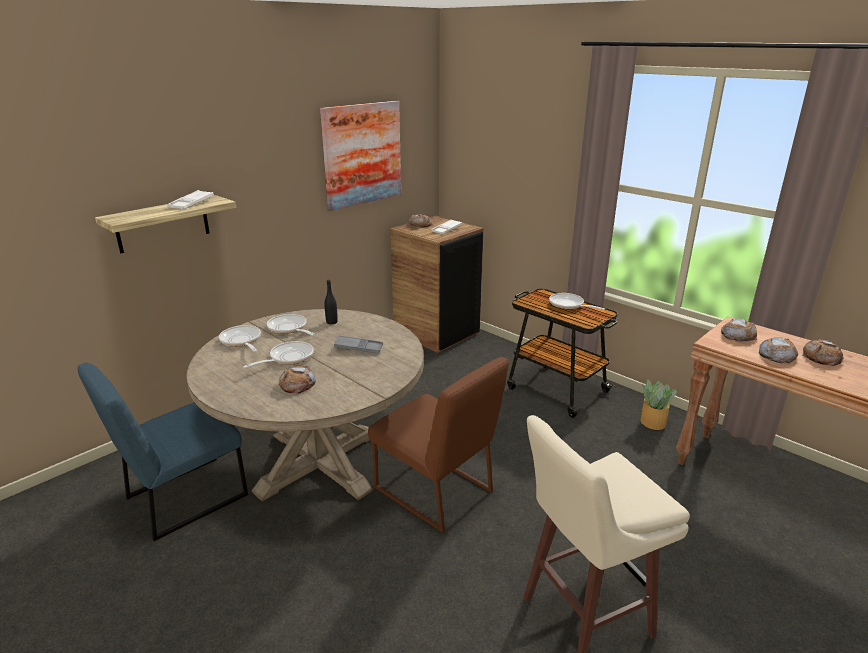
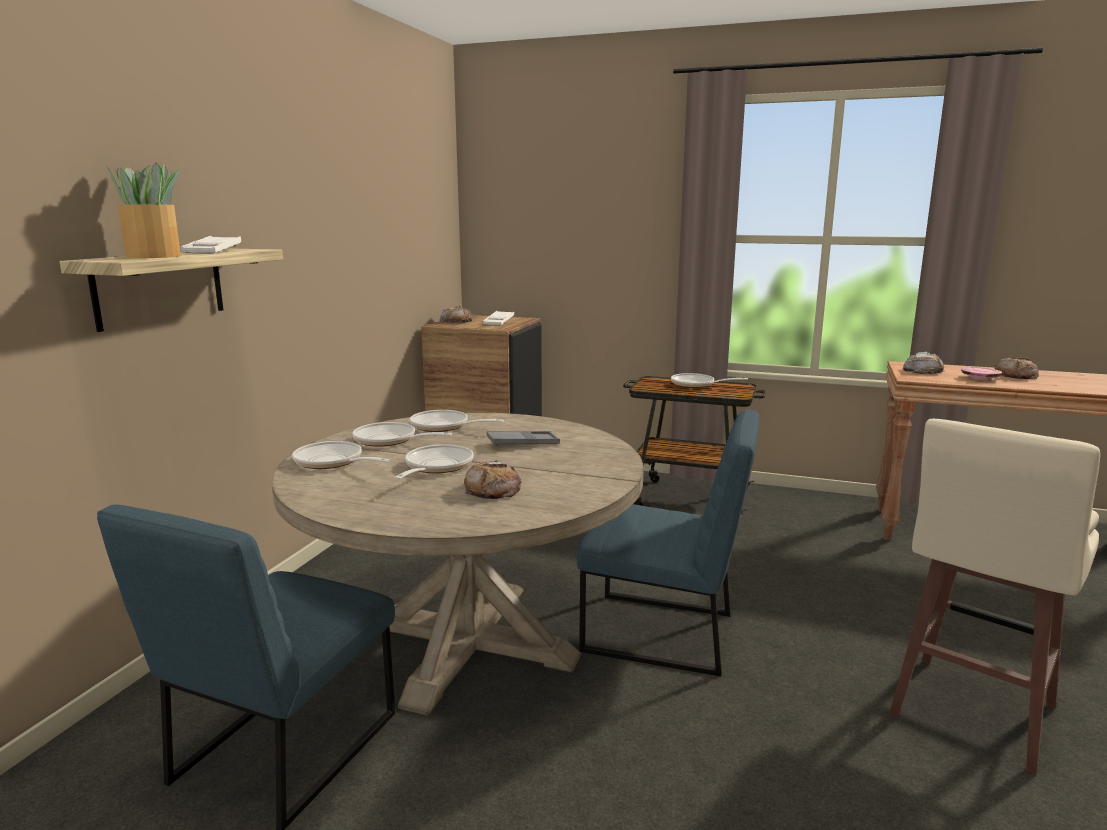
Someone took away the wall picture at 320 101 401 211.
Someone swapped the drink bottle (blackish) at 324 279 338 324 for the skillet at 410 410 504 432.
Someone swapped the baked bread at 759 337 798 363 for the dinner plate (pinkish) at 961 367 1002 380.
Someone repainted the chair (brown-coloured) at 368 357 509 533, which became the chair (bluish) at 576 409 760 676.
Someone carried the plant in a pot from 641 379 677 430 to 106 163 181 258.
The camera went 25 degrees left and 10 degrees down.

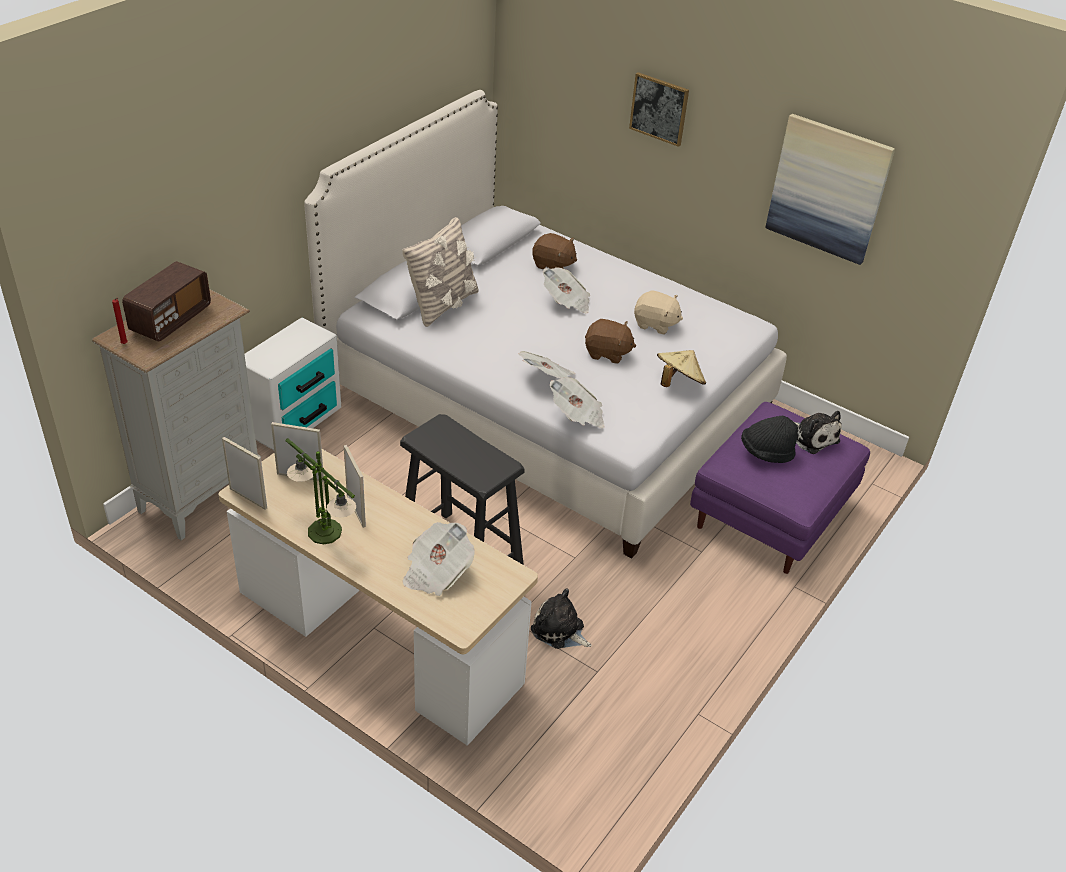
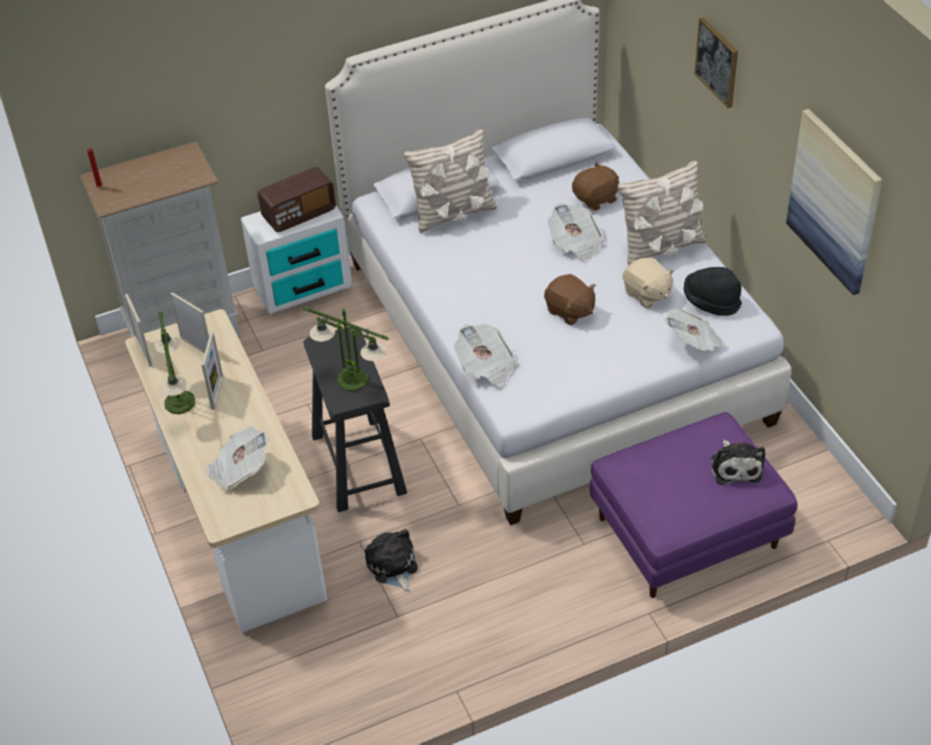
Someone rotated the soft toy (brown-coloured) at 532 233 577 269 by 90 degrees counterclockwise.
Someone carried the radio set from 122 261 211 342 to 258 167 336 232.
Someone took away the wearable hat (beige) at 657 350 706 387.
Someone carried the printed paper from 519 351 575 379 to 664 308 726 351.
Someone carried the wearable hat (blackish) from 741 415 798 463 to 684 267 742 316.
Someone put down the pillow (beige) at 618 161 706 266.
Someone put down the lamp for a table at 303 306 389 391.
The camera went 35 degrees right and 5 degrees up.

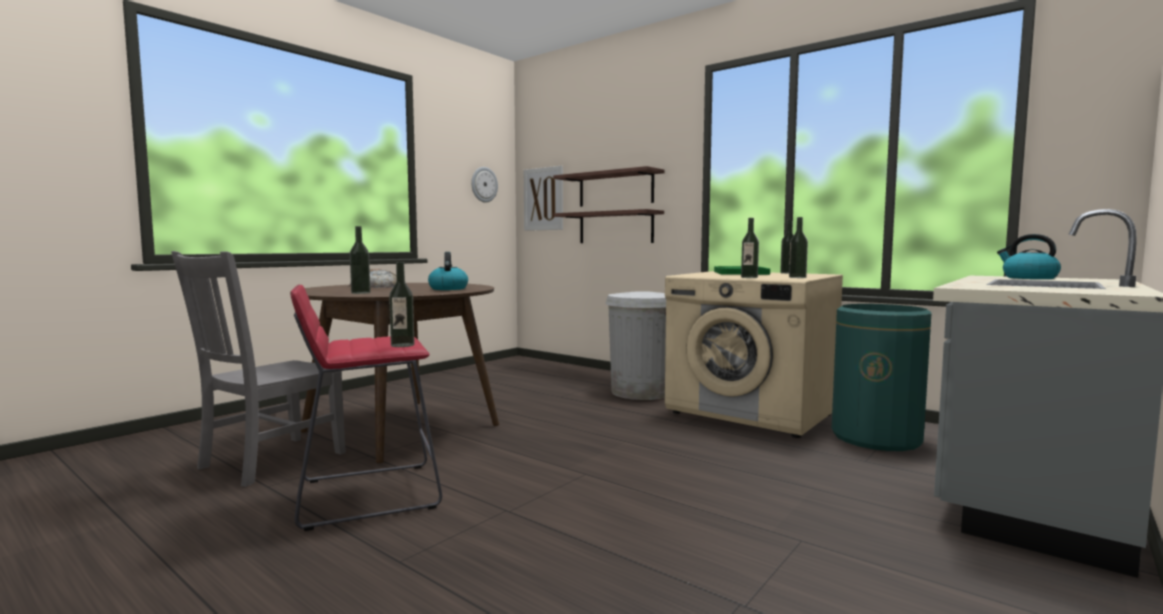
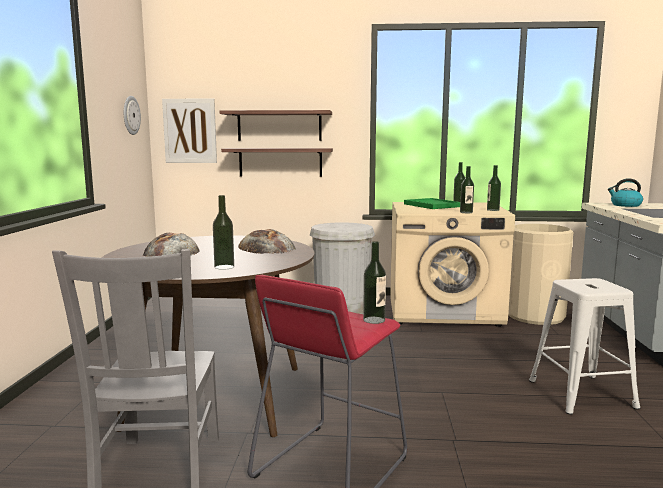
Someone swapped the kettle at 428 252 468 290 for the baked bread at 238 229 296 254.
Someone repainted the rubbish bin (green-coloured) at 832 304 931 451, which became the rubbish bin (beige) at 508 224 573 325.
Someone put down the sitting stool (white-coloured) at 529 278 640 415.
The camera went 35 degrees left and 5 degrees up.

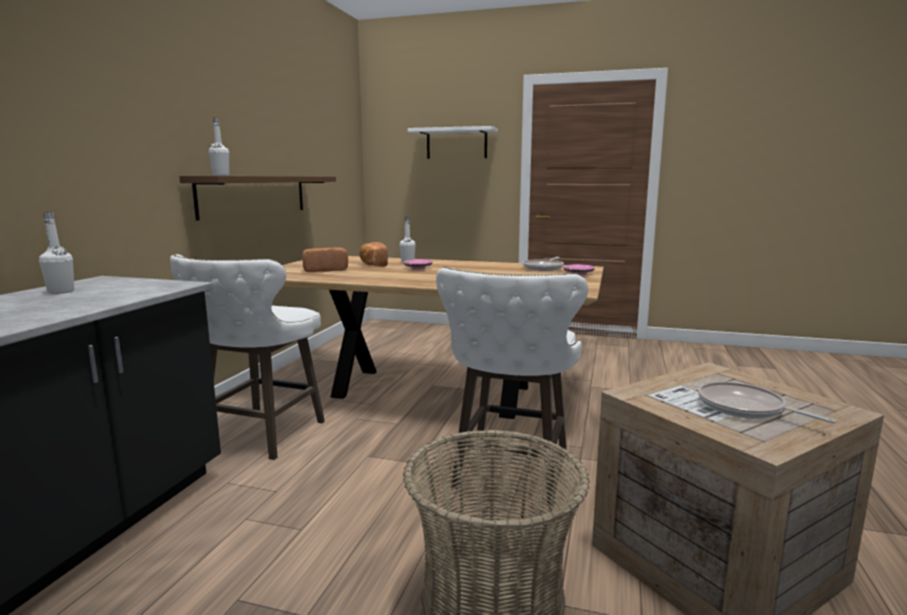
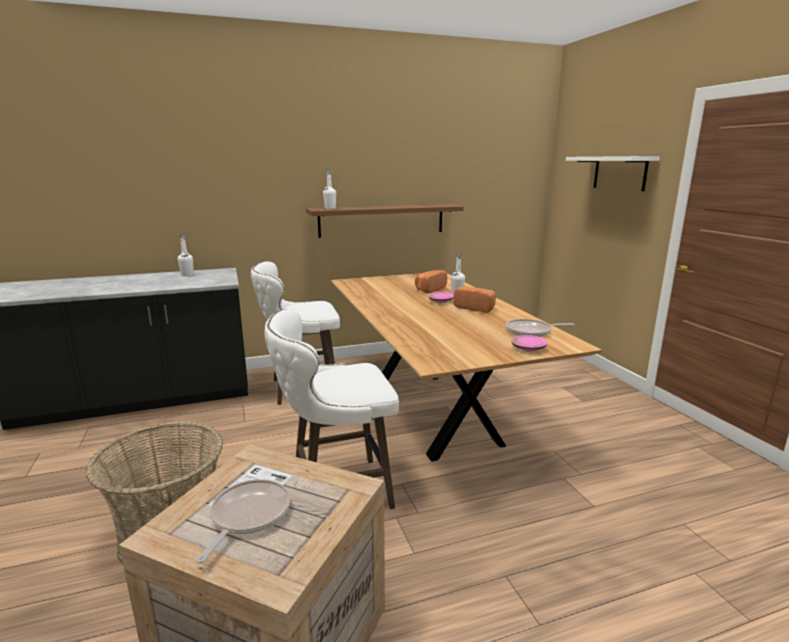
Someone carried the baked bread from 302 247 348 272 to 453 286 496 313.
The camera went 55 degrees right and 5 degrees up.

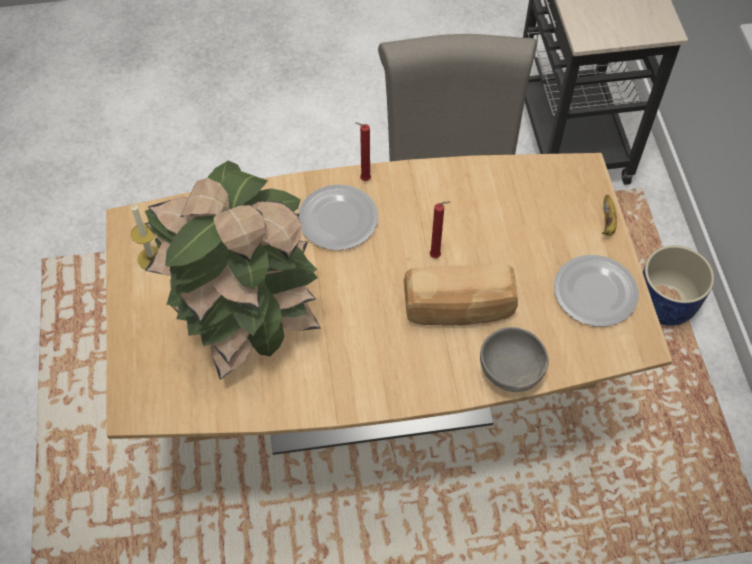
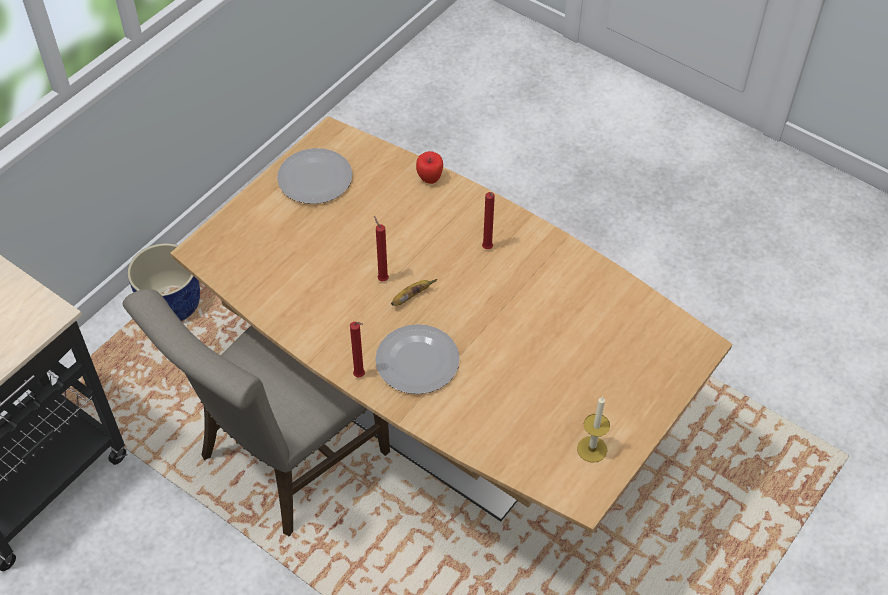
Someone took away the plant in a pot at 145 160 321 380.
Someone carried the banana from 602 195 617 236 to 391 279 437 306.
Someone took away the baked bread at 404 264 518 325.
Someone swapped the bowl (grey) at 480 327 549 392 for the whole apple at 416 151 443 184.
Someone put down the wax candle (red-coloured) at 482 192 495 249.
The camera went 135 degrees left and 5 degrees down.

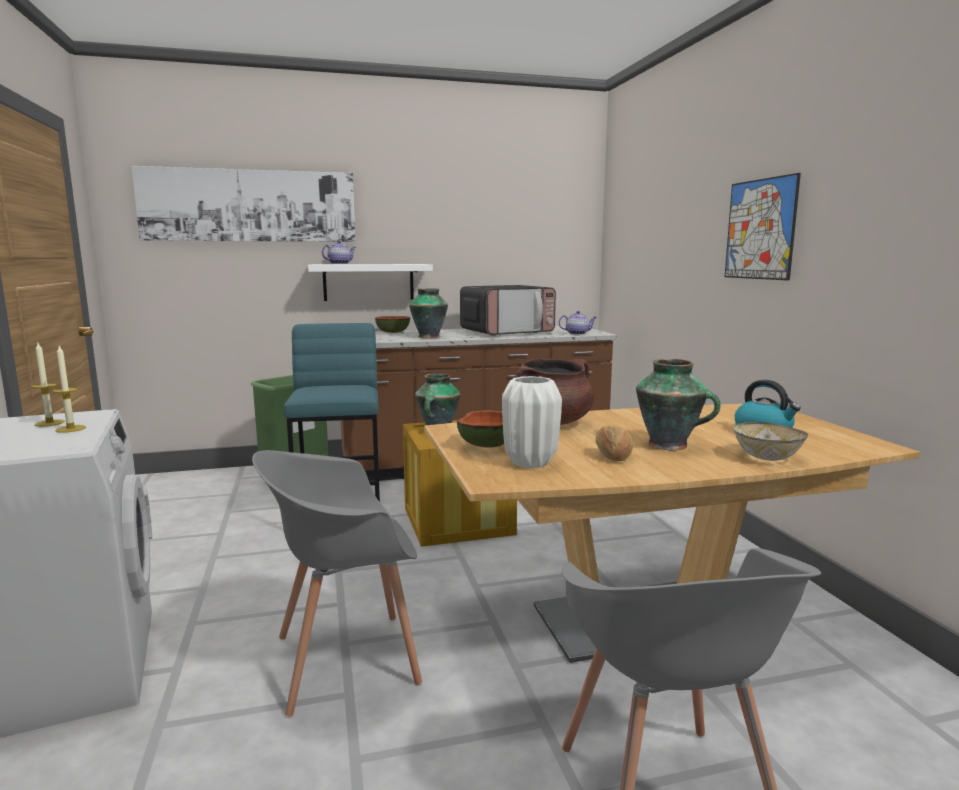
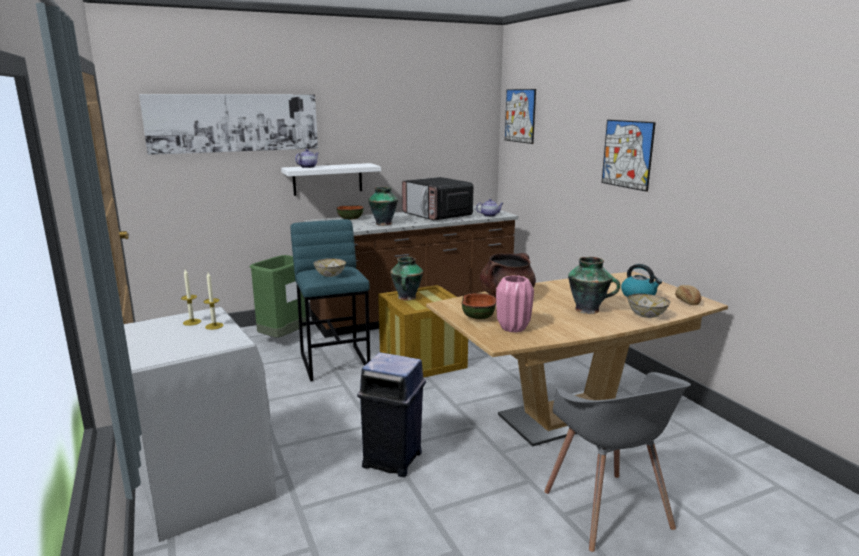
Someone rotated the kitchen microwave at 460 285 556 336 by 90 degrees clockwise.
Someone repainted the decorative vase (white-coloured) at 502 376 562 468, which became the decorative vase (pinkish) at 496 275 534 333.
Someone carried the baked bread from 595 426 633 461 to 675 285 701 305.
Someone swapped the chair (grey) at 252 450 422 716 for the rubbish bin (bluish) at 357 352 426 477.
Someone put up the wall picture at 505 89 536 144.
Someone put down the bowl at 313 258 346 277.
The camera went 10 degrees left and 5 degrees up.

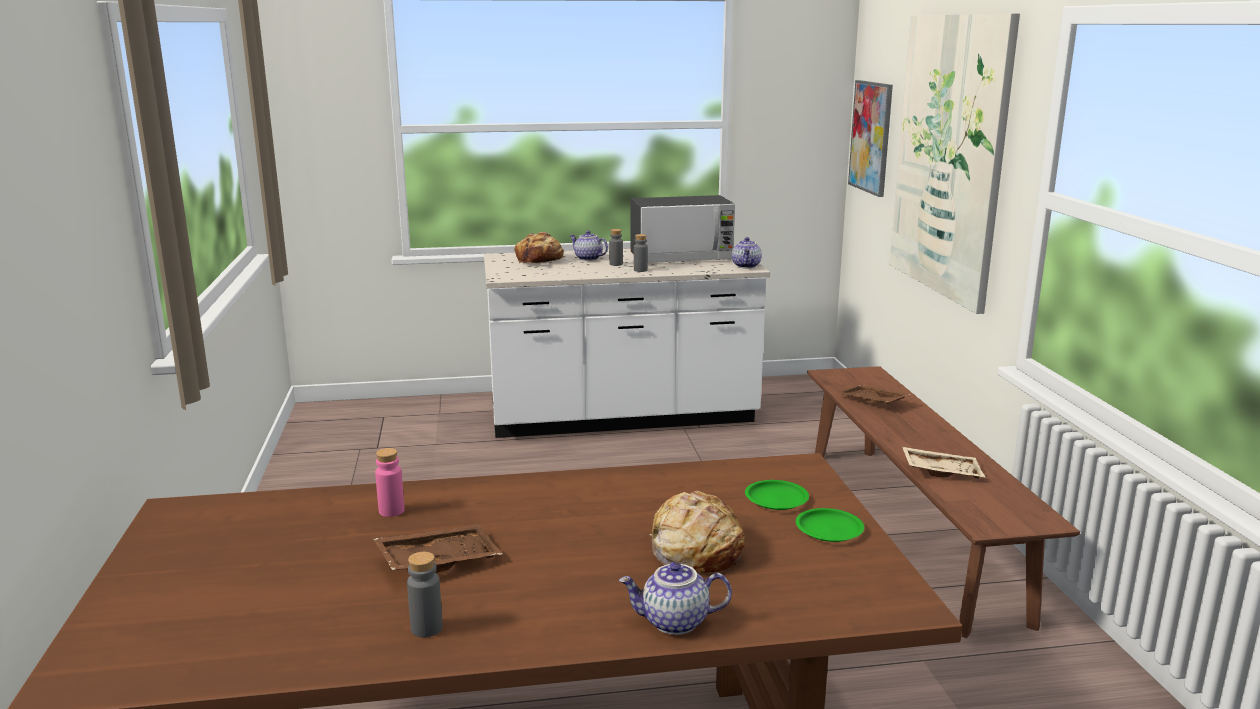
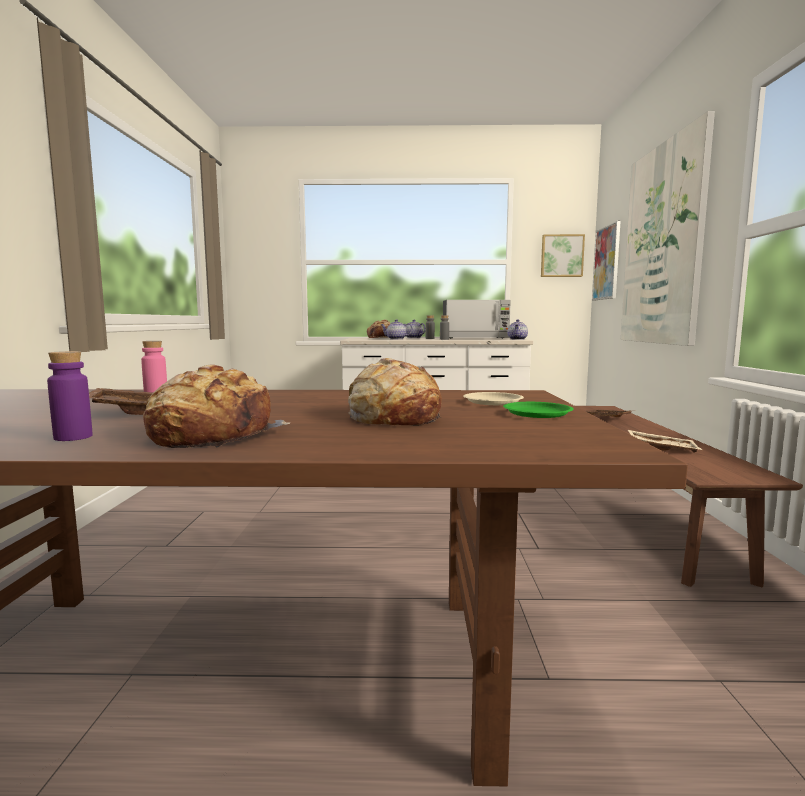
Someone repainted the dinner plate (green-coloured) at 745 480 809 510, which became the dinner plate (beige) at 463 392 524 405.
Someone repainted the drink bottle (grey) at 407 552 443 638, which became the drink bottle (purple-coloured) at 47 351 92 441.
Someone carried the pot for tea from 619 562 732 635 to 381 319 413 339.
Someone put up the wall picture at 541 234 585 277.
Someone put down the baked bread at 143 365 291 448.
The camera went 10 degrees right and 10 degrees down.

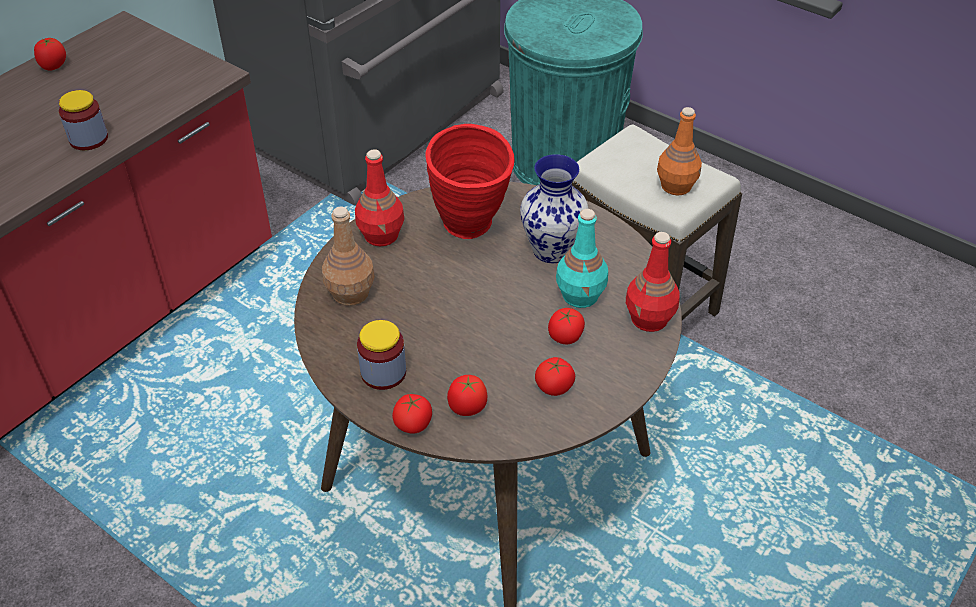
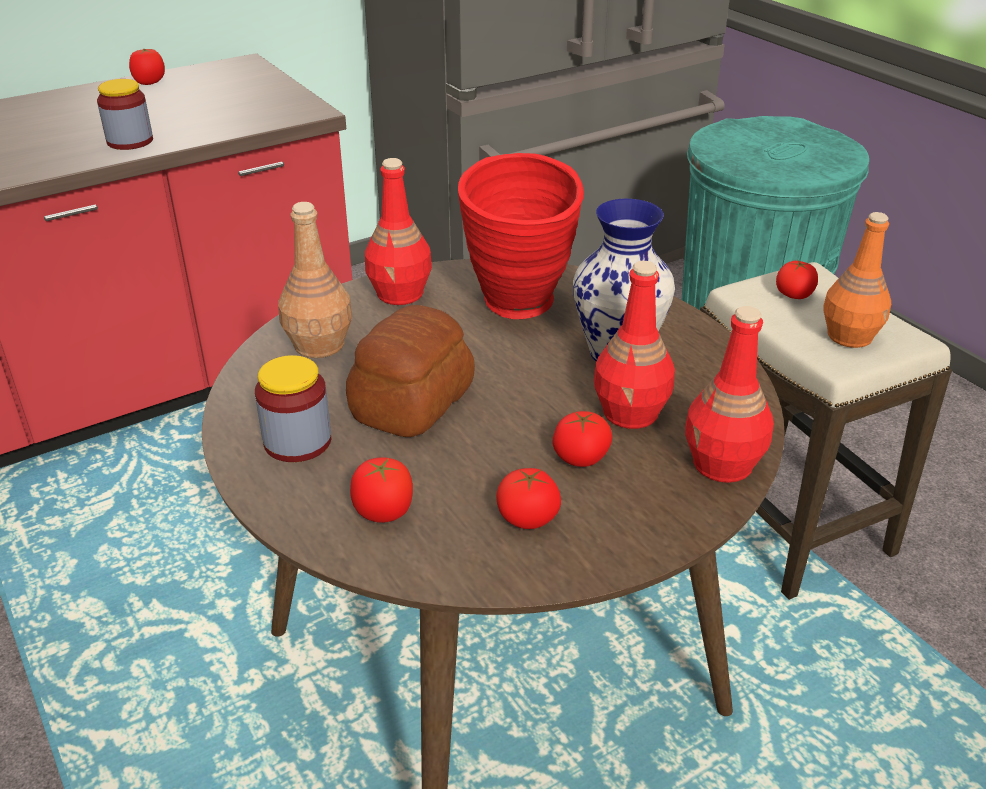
Someone repainted the drink bottle (blue-green) at 556 209 608 308, which became the drink bottle (red-coloured) at 594 261 675 429.
Someone carried the fresh tomato from 392 394 432 434 to 776 259 818 299.
Someone put down the baked bread at 346 305 475 437.
The camera went 20 degrees right and 10 degrees down.

